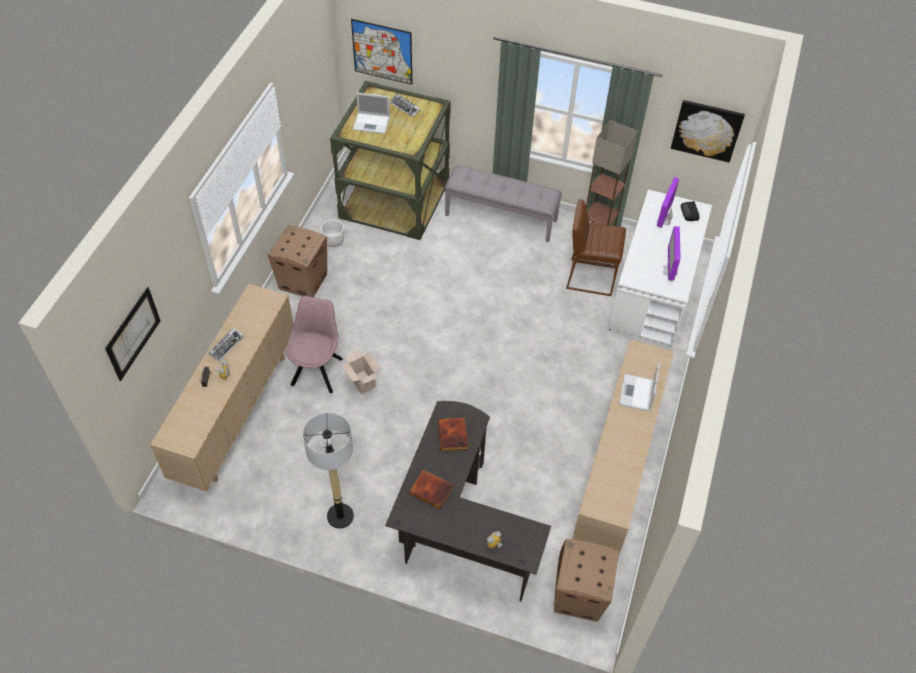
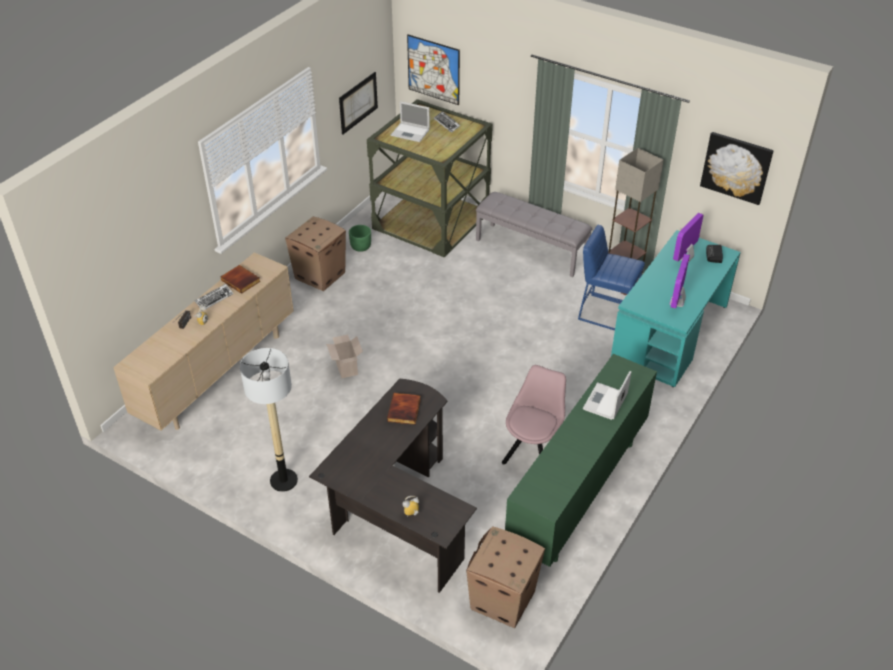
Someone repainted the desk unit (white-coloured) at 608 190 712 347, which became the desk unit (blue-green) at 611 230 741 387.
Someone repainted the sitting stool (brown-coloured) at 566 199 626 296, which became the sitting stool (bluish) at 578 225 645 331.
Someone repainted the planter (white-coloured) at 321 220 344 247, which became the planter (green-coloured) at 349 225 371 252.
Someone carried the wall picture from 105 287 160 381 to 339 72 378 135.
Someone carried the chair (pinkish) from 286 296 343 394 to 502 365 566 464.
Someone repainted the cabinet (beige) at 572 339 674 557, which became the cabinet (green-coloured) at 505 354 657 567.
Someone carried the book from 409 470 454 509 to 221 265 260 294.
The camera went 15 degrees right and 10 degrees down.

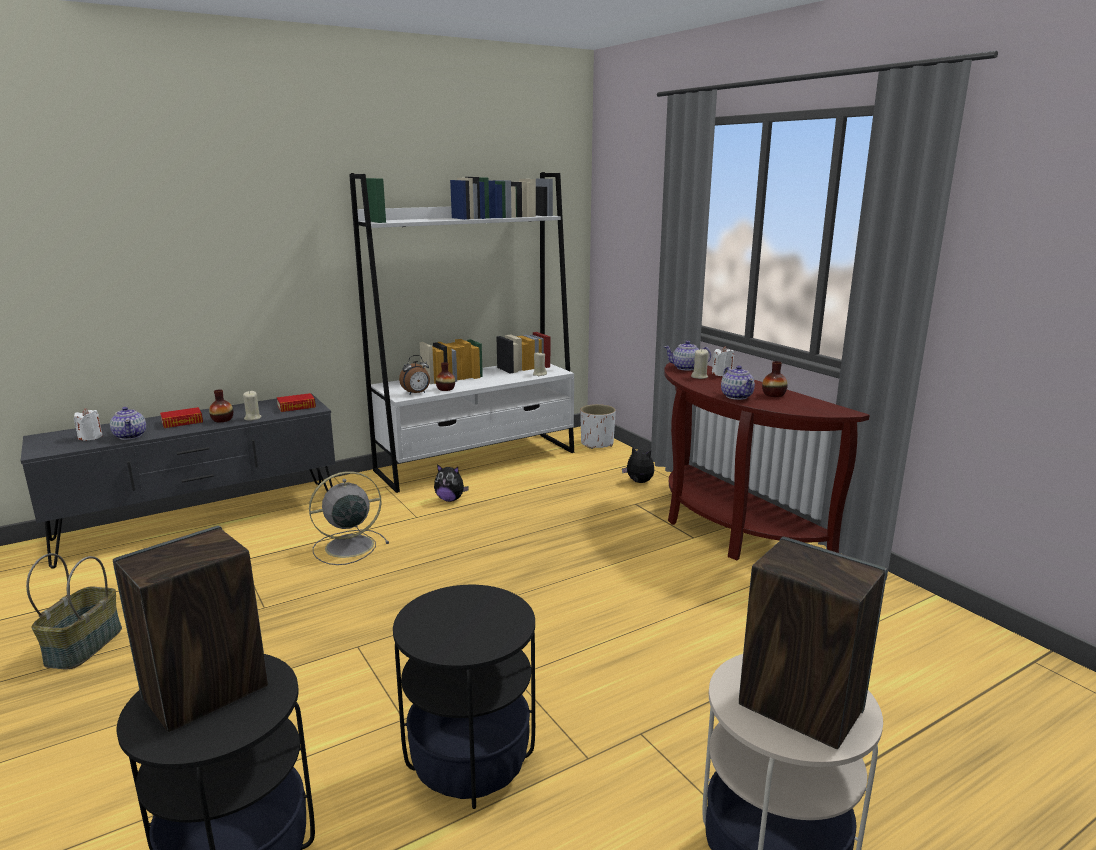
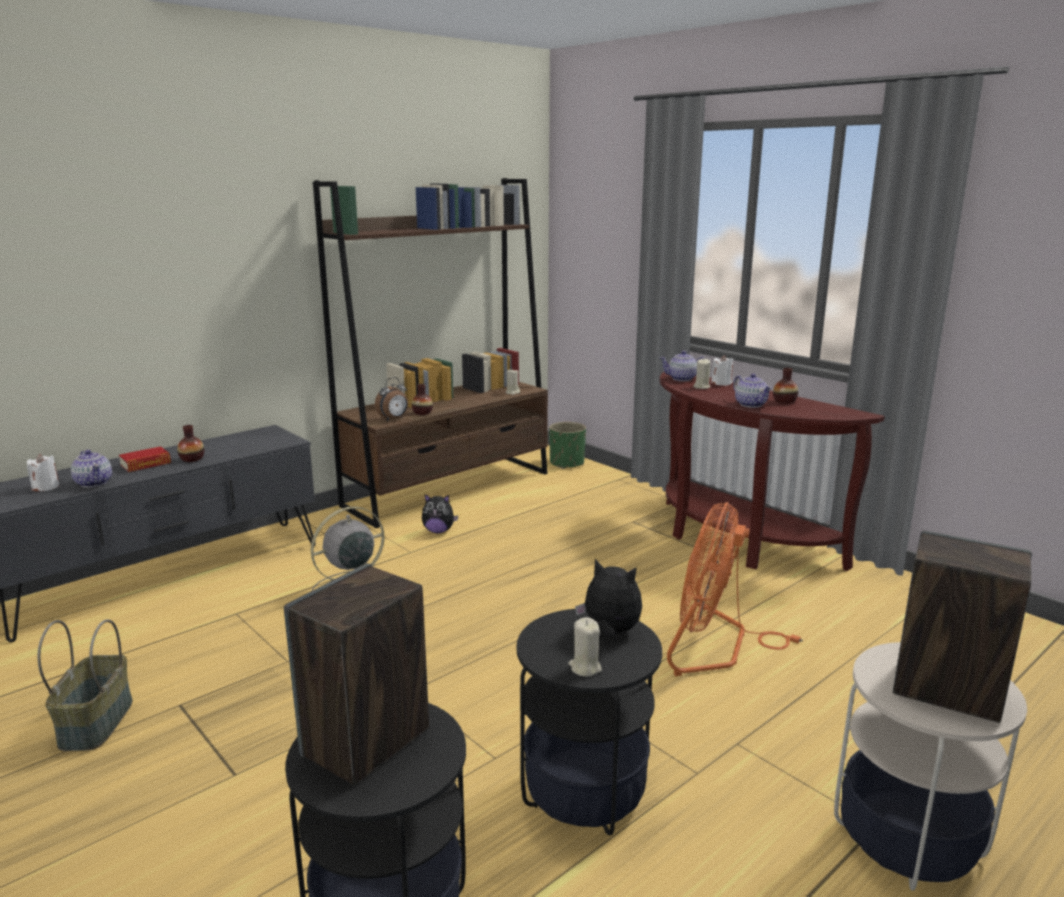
Someone repainted the bookcase (white-coloured) at 349 172 574 493, which became the bookcase (brown-coloured) at 313 178 548 528.
Someone carried the wax candle (beige) from 243 391 261 421 to 568 617 602 676.
Someone took away the book at 277 393 316 412.
Someone repainted the planter (white-coloured) at 580 404 616 449, which became the planter (green-coloured) at 549 422 586 469.
Someone carried the soft toy from 622 446 654 483 to 575 559 642 637.
Someone put down the electric fan (orange-coloured) at 667 502 802 676.
The camera went 10 degrees left and 0 degrees up.

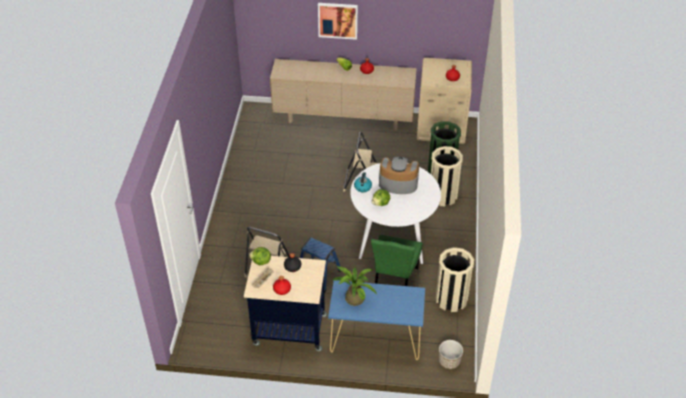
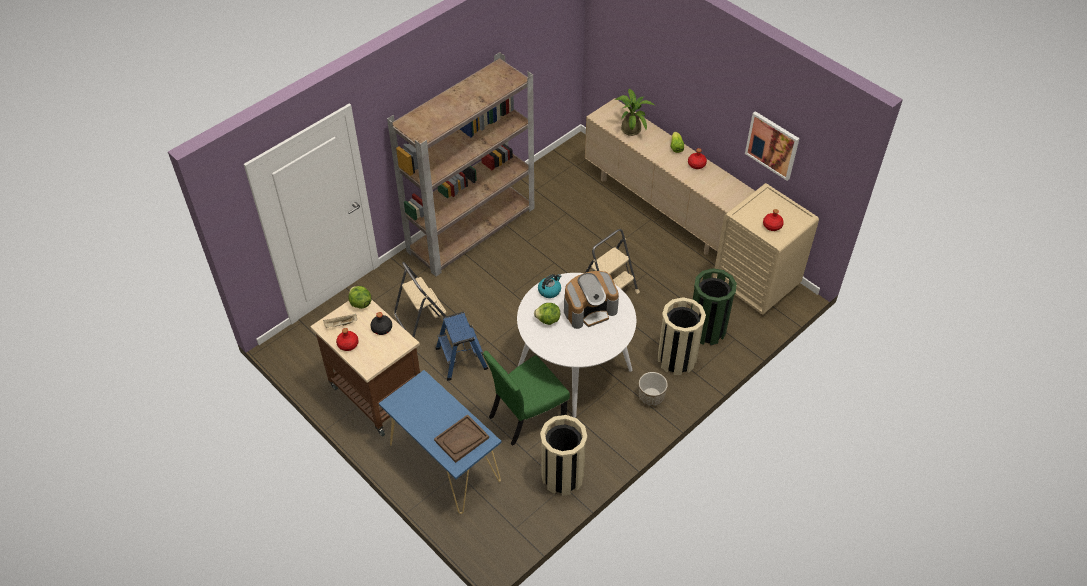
Someone carried the wall picture from 318 3 358 40 to 745 111 800 181.
Someone rotated the coffee brewer at 379 156 419 194 by 105 degrees clockwise.
Someone repainted the wheeled cart (bluish) at 244 256 327 351, which became the wheeled cart (brown-coloured) at 310 299 420 437.
Someone carried the plant in a pot from 332 266 377 306 to 615 89 654 136.
Someone carried the planter from 439 340 463 369 to 639 372 668 406.
Someone put down the bookcase (brown-coloured) at 387 52 534 277.
Someone put down the tray (brown-coloured) at 434 414 489 463.
The camera went 40 degrees right and 5 degrees up.

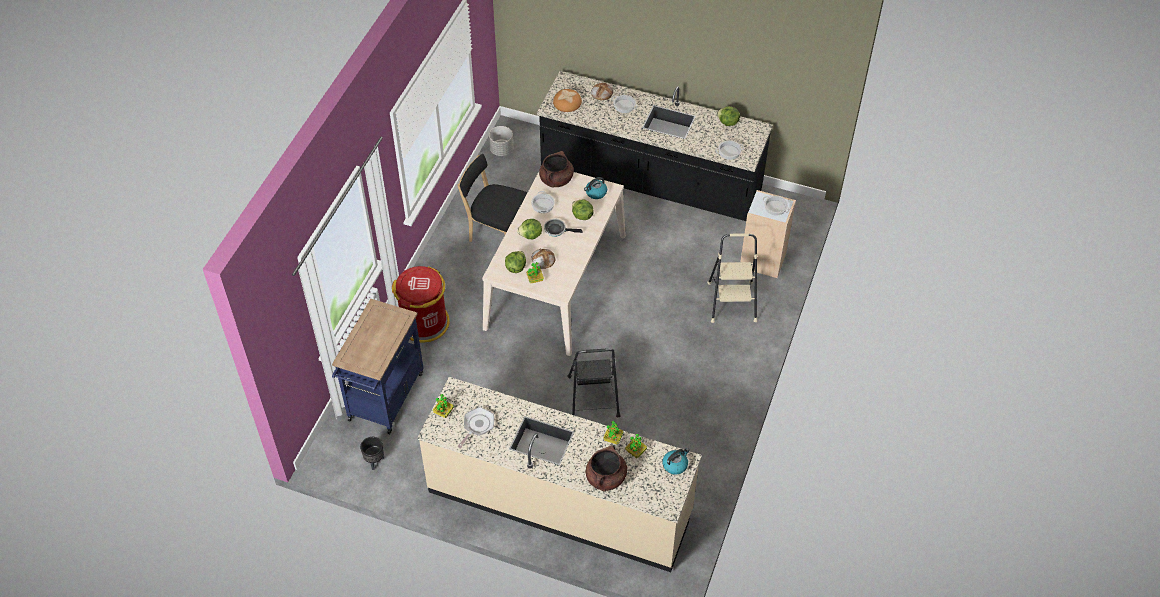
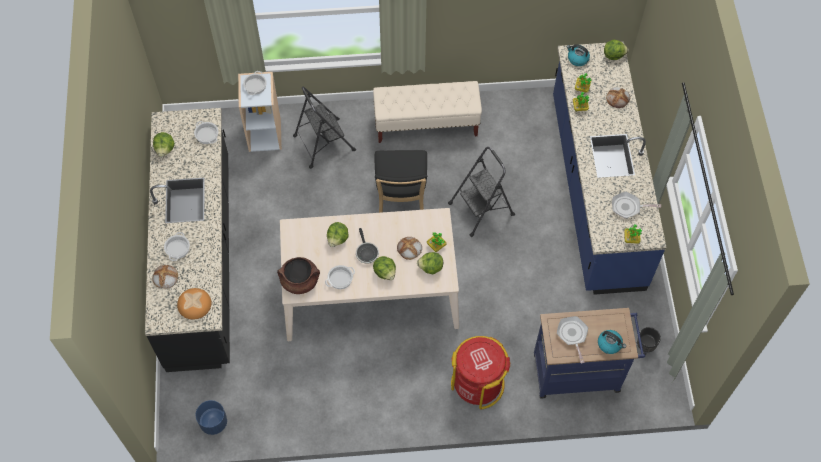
Someone repainted the planter (grey) at 489 126 513 156, which became the planter (bluish) at 196 400 227 435.
Someone carried the chair (blackish) from 458 154 528 242 to 374 150 427 213.
Someone carried the kettle from 584 177 607 199 to 598 330 626 354.
Someone repainted the step ladder (beige) at 707 233 758 323, which became the step ladder (blackish) at 293 86 356 169.
Someone repainted the kitchen base unit (beige) at 418 377 702 572, which became the kitchen base unit (bluish) at 553 42 667 295.
Someone swapped the saucepot (brown-coloured) at 586 445 627 491 for the baked bread at 606 87 630 108.
Someone put down the head of lettuce at 604 40 629 60.
Someone put down the long seat (beige) at 373 81 482 143.
Someone put down the skillet at 557 316 588 363.
The camera went 115 degrees left and 10 degrees up.

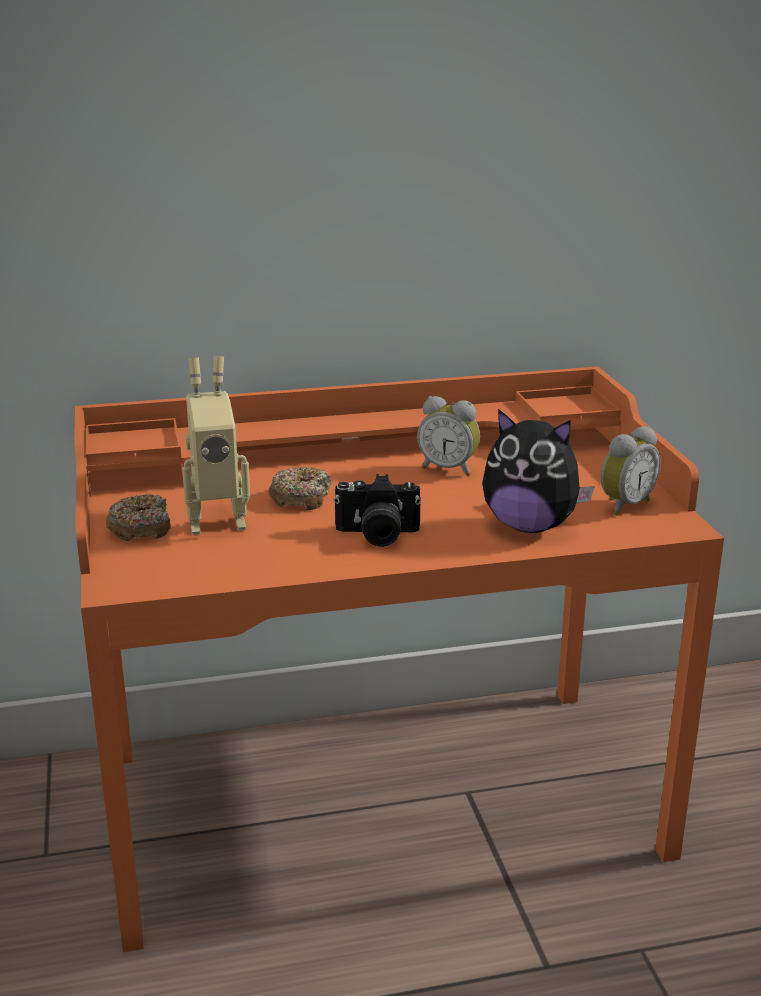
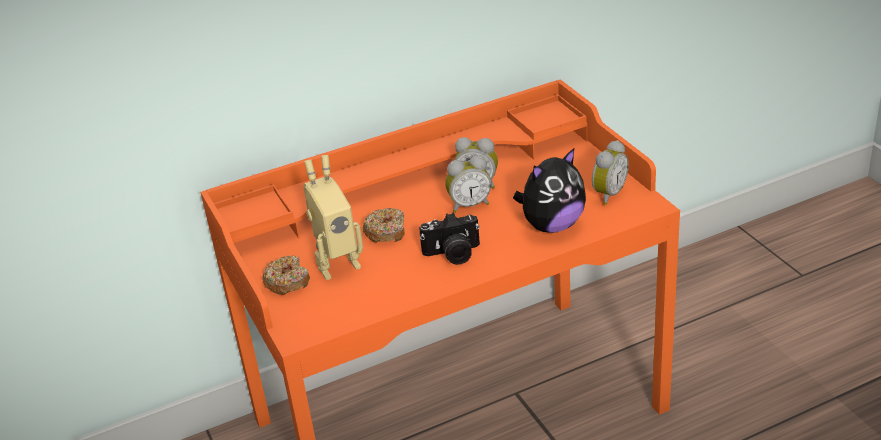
Someone rotated the soft toy at 482 409 595 533 by 45 degrees counterclockwise.
Someone put down the table clock at 445 155 492 213.
The camera went 10 degrees left and 10 degrees up.

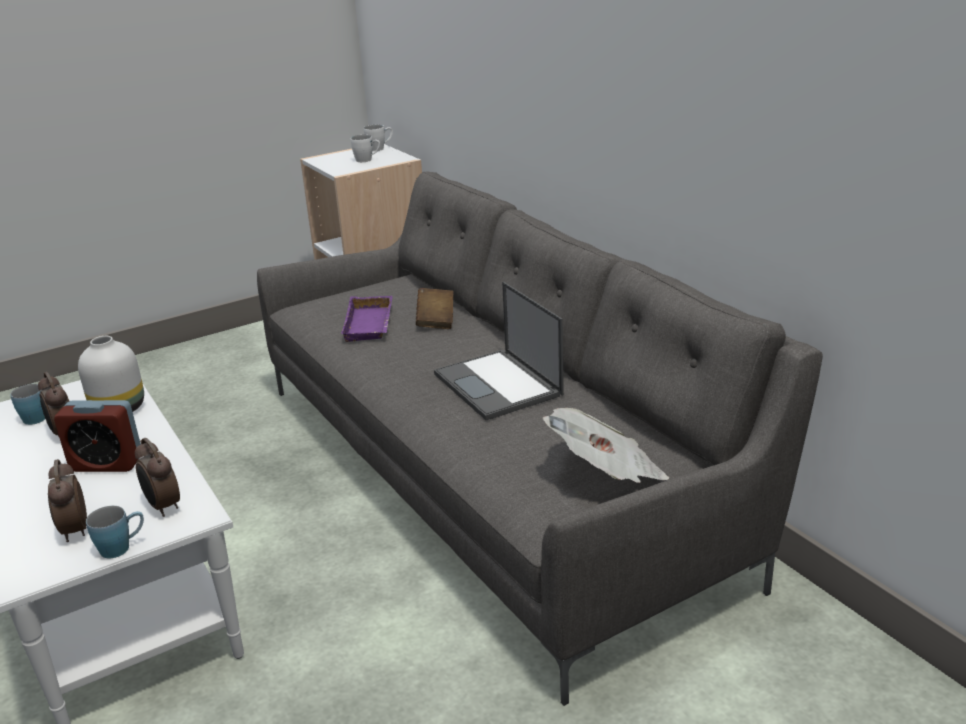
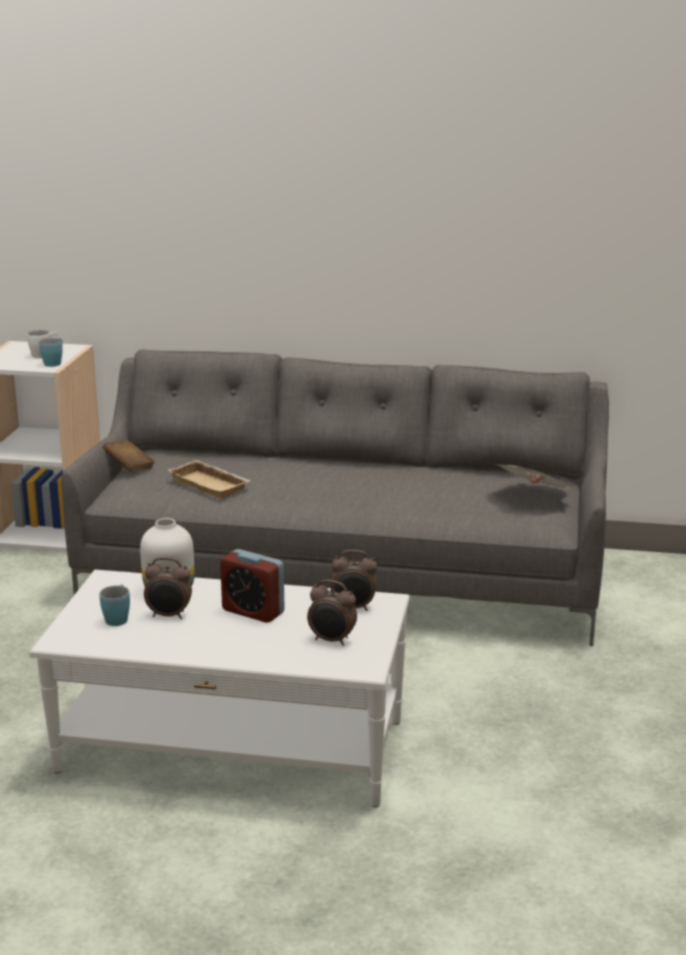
Someone took away the tea mug (white-coloured) at 364 125 393 151.
Someone took away the portable computer at 434 282 564 420.
Someone carried the book (brown-coloured) from 416 288 454 329 to 103 440 155 472.
Someone repainted the tray (purple-coloured) at 341 296 392 342, which became the tray (beige) at 168 460 250 499.
Someone rotated the table clock at 54 400 141 472 by 75 degrees clockwise.
Someone carried the tea mug (bluish) from 86 506 144 558 to 39 338 63 367.
The camera went 50 degrees left and 5 degrees down.

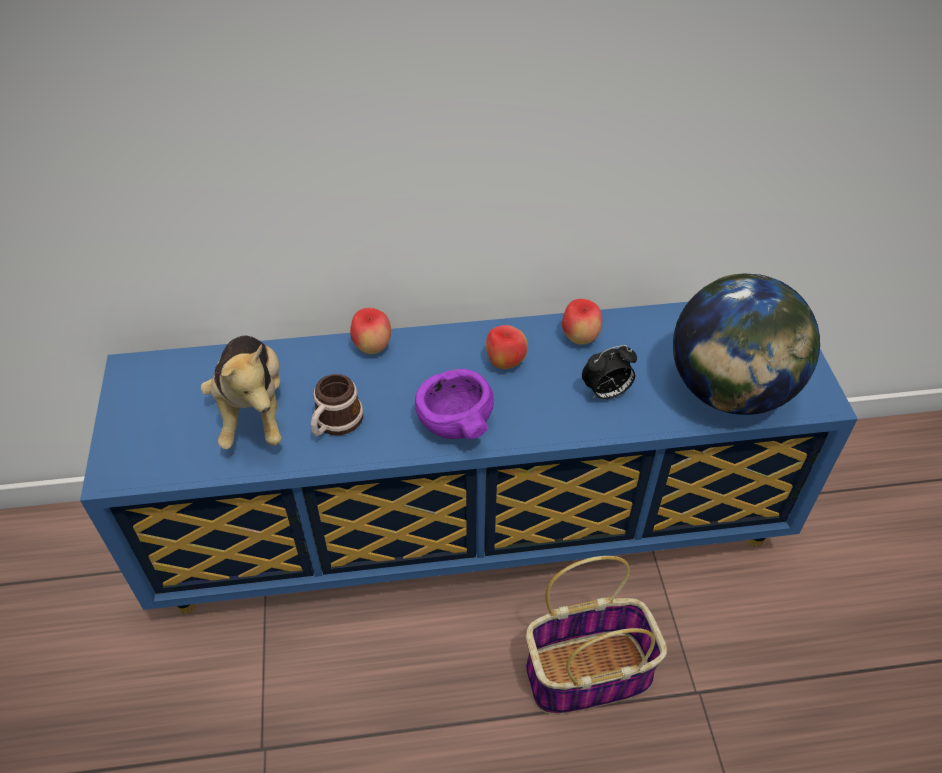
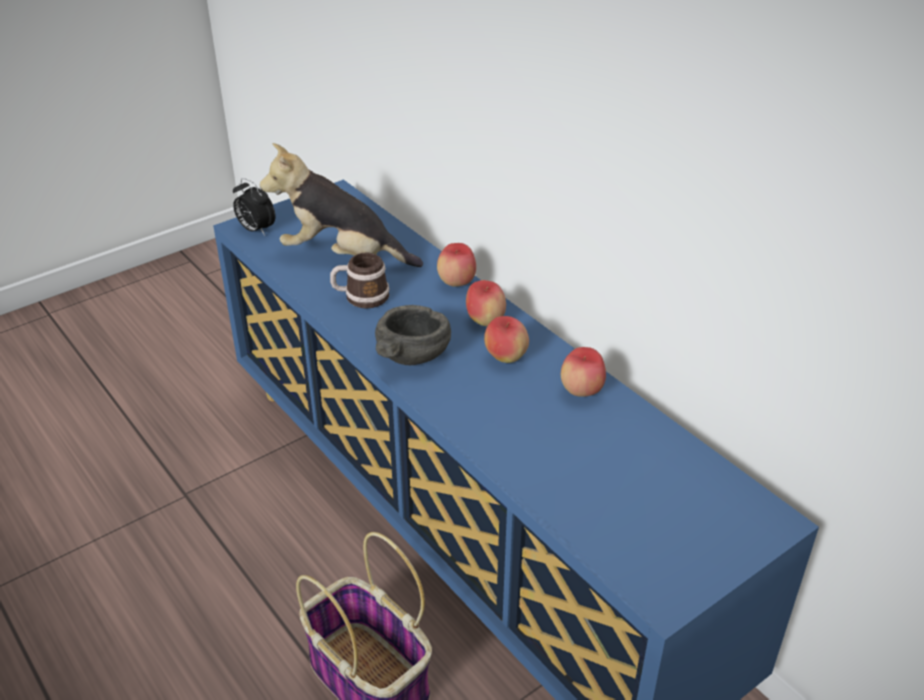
Someone took away the globe at 673 273 820 415.
Someone rotated the soft toy at 200 336 282 449 by 60 degrees clockwise.
Someone carried the table clock from 582 345 637 400 to 233 178 275 235.
Someone repainted the bowl (purple-coloured) at 415 369 494 439, which became the bowl (grey) at 375 305 451 365.
Someone put down the whole apple at 466 280 506 326.
The camera went 60 degrees right and 10 degrees down.

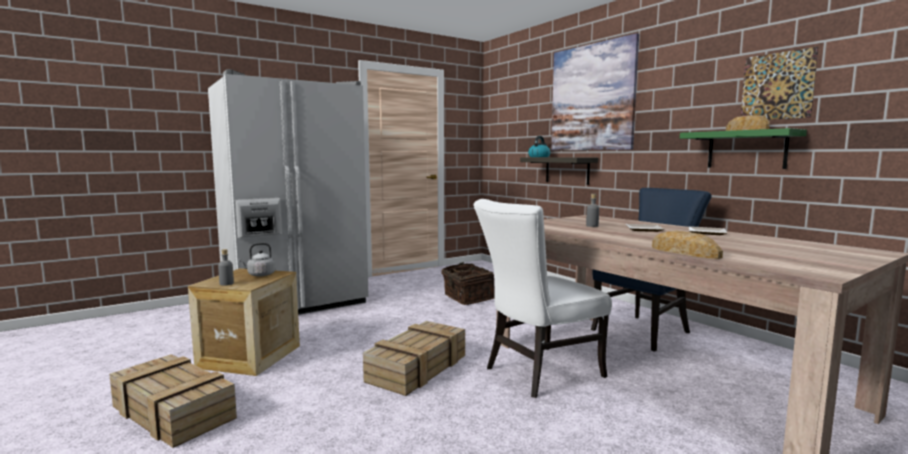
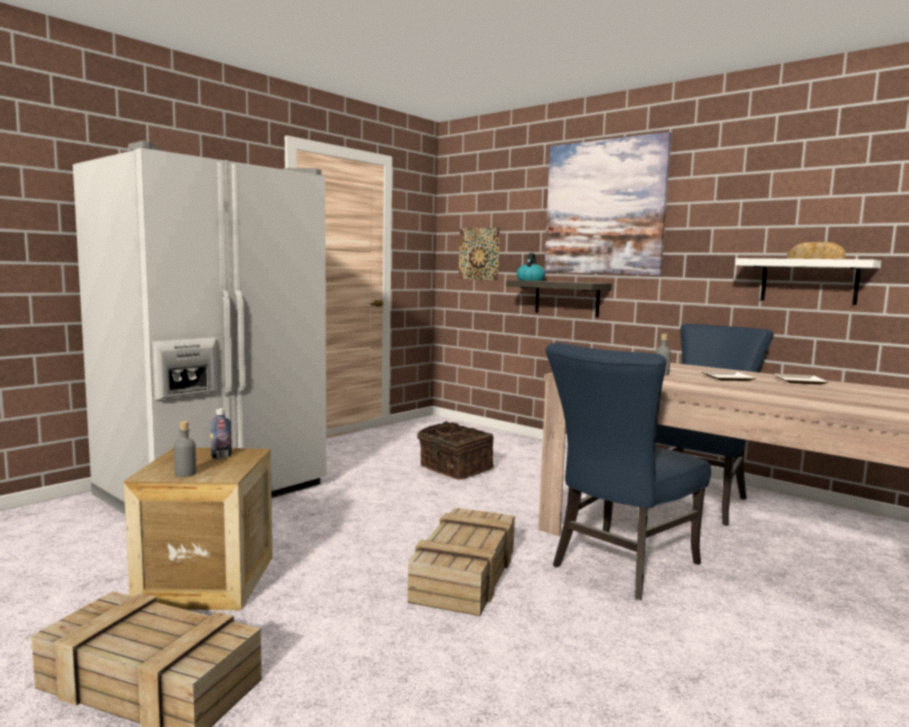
Someone carried the wall picture from 741 47 818 120 to 459 228 500 280.
Someone repainted the bracket shelf (green-coloured) at 680 128 807 169, which became the bracket shelf (white-coloured) at 735 258 881 305.
Someone repainted the chair (white-coloured) at 473 199 612 398, which became the chair (bluish) at 545 343 711 600.
Someone took away the baked bread at 652 230 723 259.
Someone swapped the kettle (grey) at 239 243 275 276 for the drink bottle at 210 408 232 459.
The camera went 15 degrees left and 0 degrees up.

